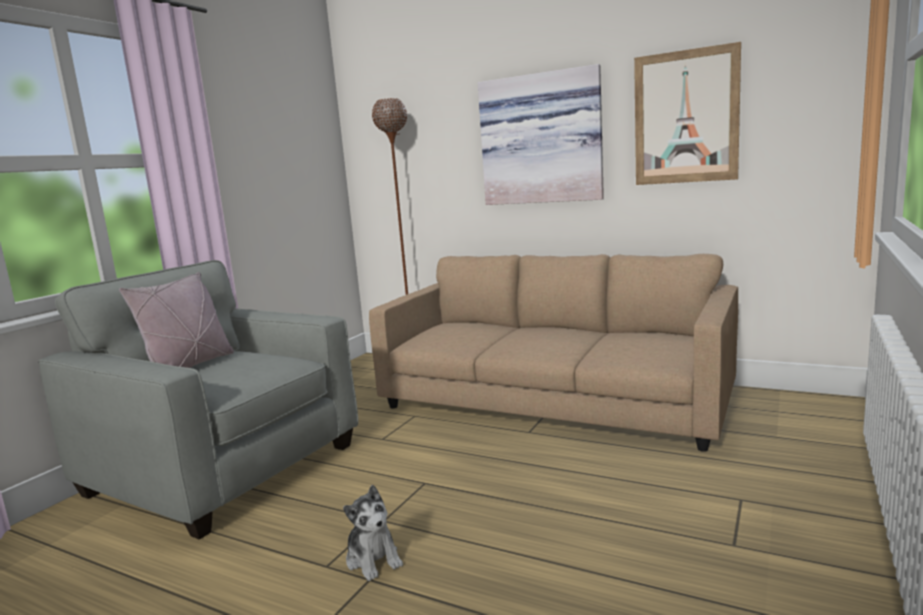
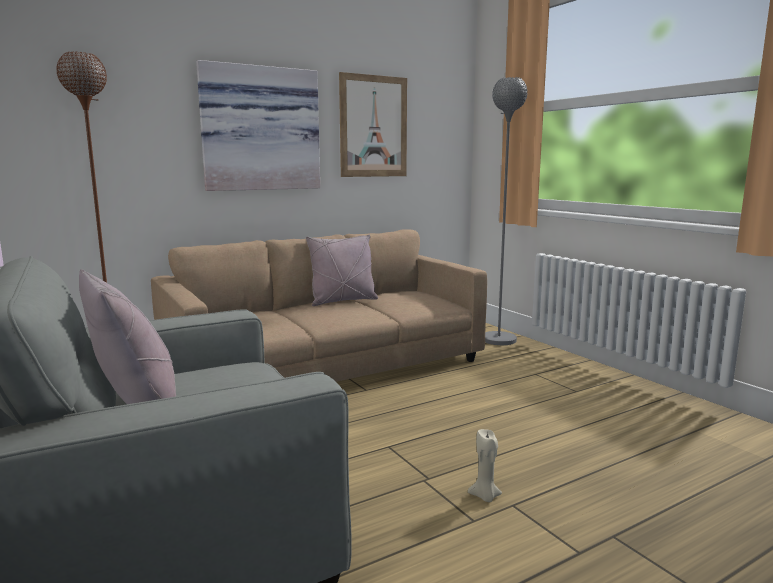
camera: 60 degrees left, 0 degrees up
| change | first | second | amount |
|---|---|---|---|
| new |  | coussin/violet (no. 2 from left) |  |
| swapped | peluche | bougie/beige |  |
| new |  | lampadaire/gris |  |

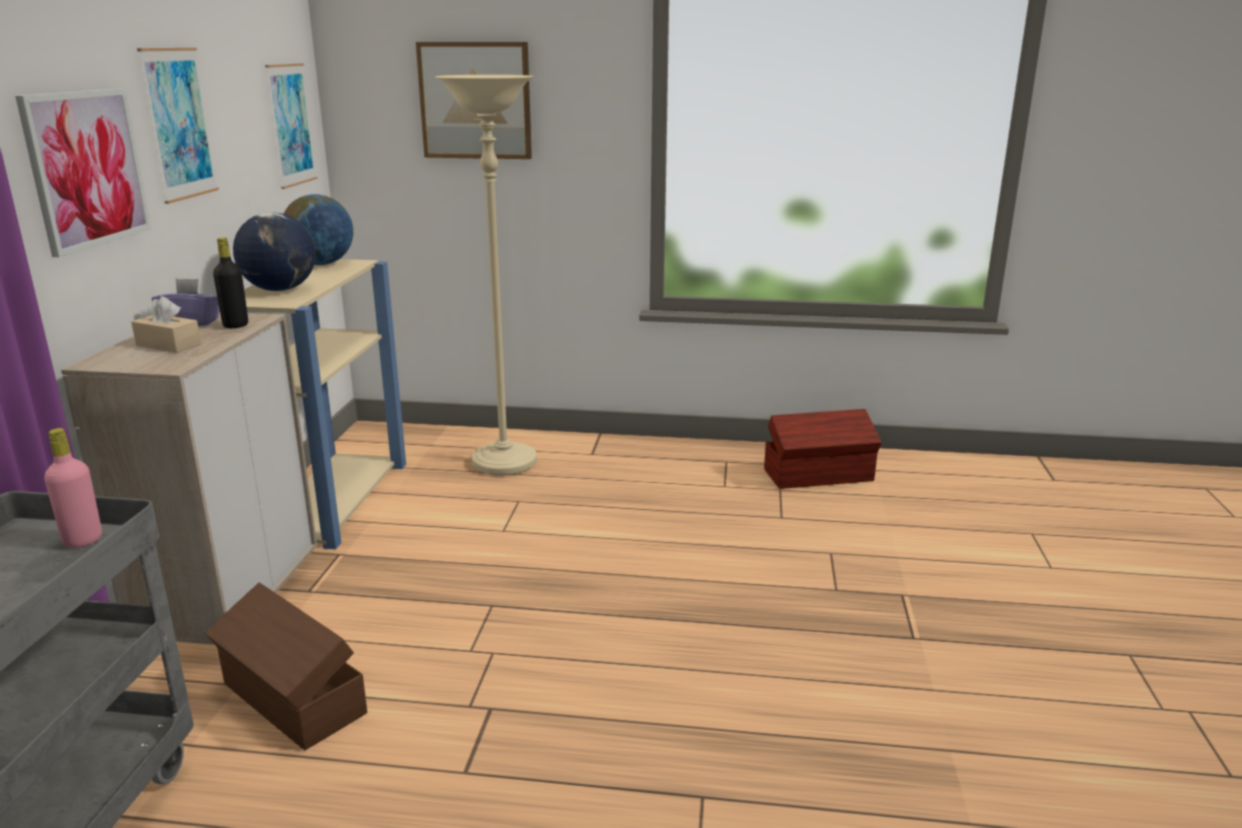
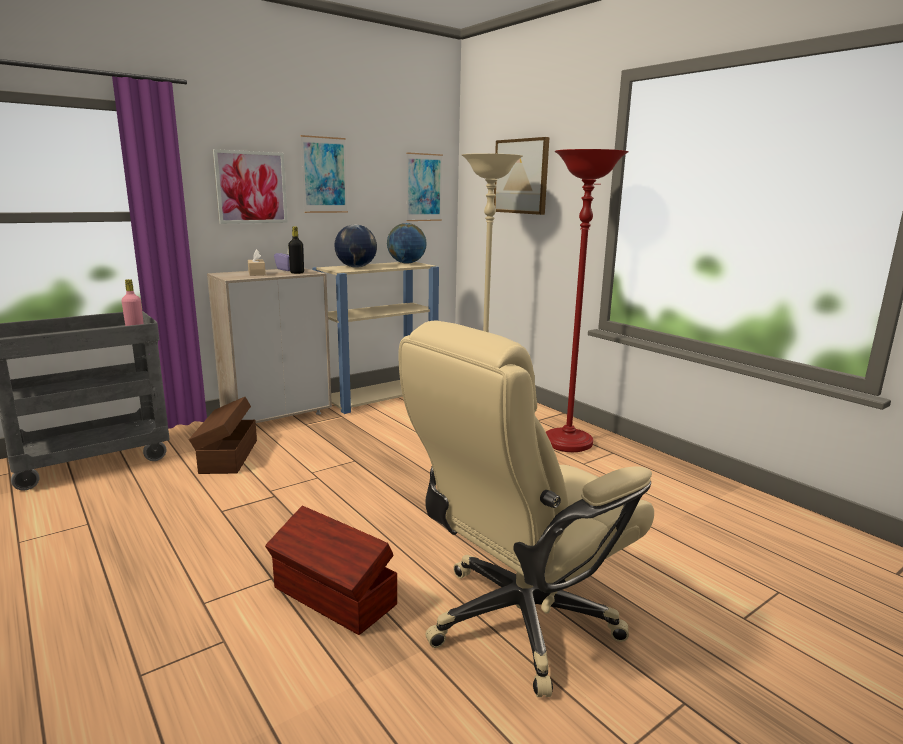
camera: 45 degrees right, 5 degrees down
| change | first | second | amount |
|---|---|---|---|
| shifted | boîte de rangement/marron (no. 2 from left) |  |  |
| new |  | chaise de bureau/beige |  |
| new |  | lampadaire/rouge |  |

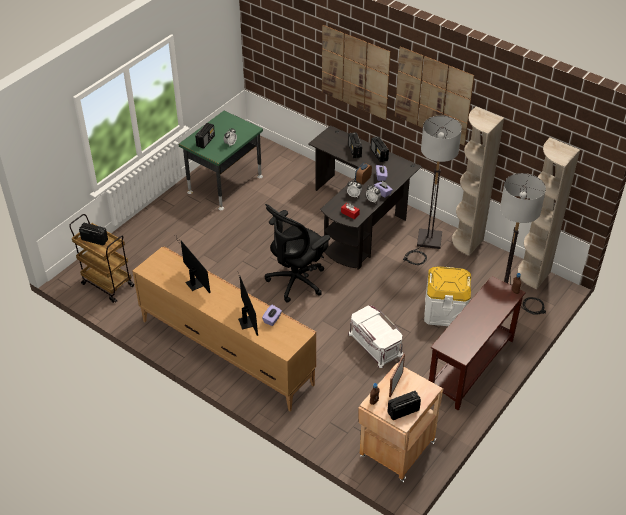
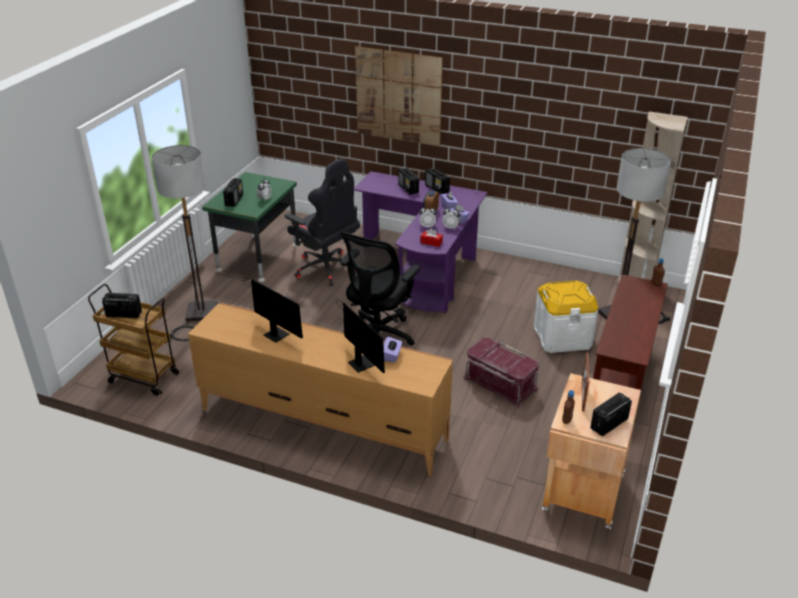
camera: 15 degrees left, 10 degrees down
| change | first | second | amount |
|---|---|---|---|
| shifted | lampadaire (no. 1 from left) |  |  |
| new |  | chaise de bureau/noir (no. 1 from left) |  |
| repainted | bureau/noir | bureau/violet |  |
| repainted | boîte de rangement/blanc (no. 1 from left) | boîte de rangement/rouge |  |
| gone | tableau (no. 2 from left) |  |  |
| gone | bibliothèque/beige (no. 1 from left) |  |  |

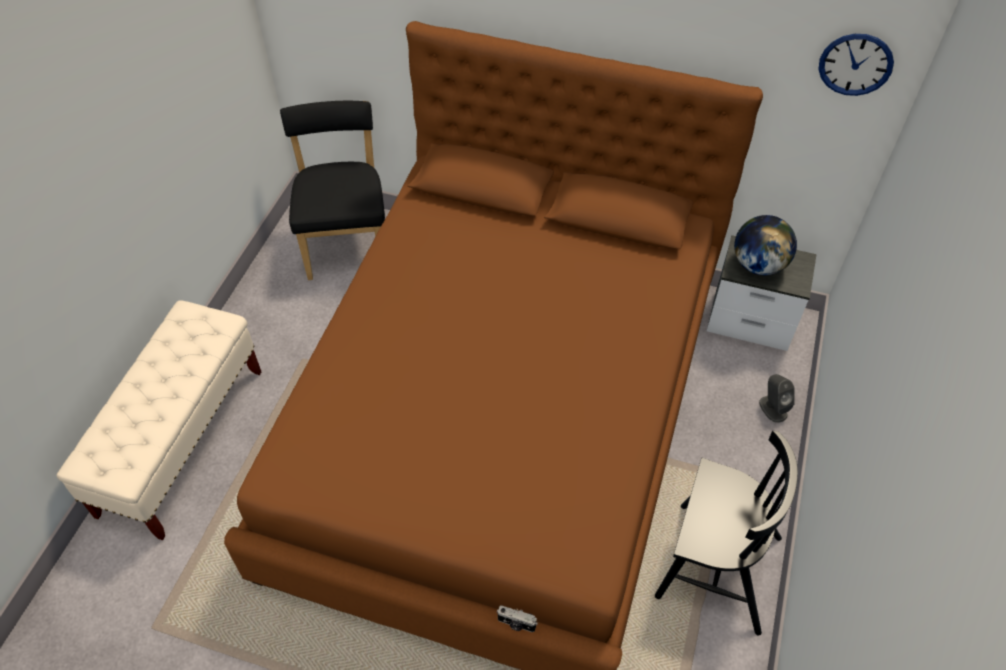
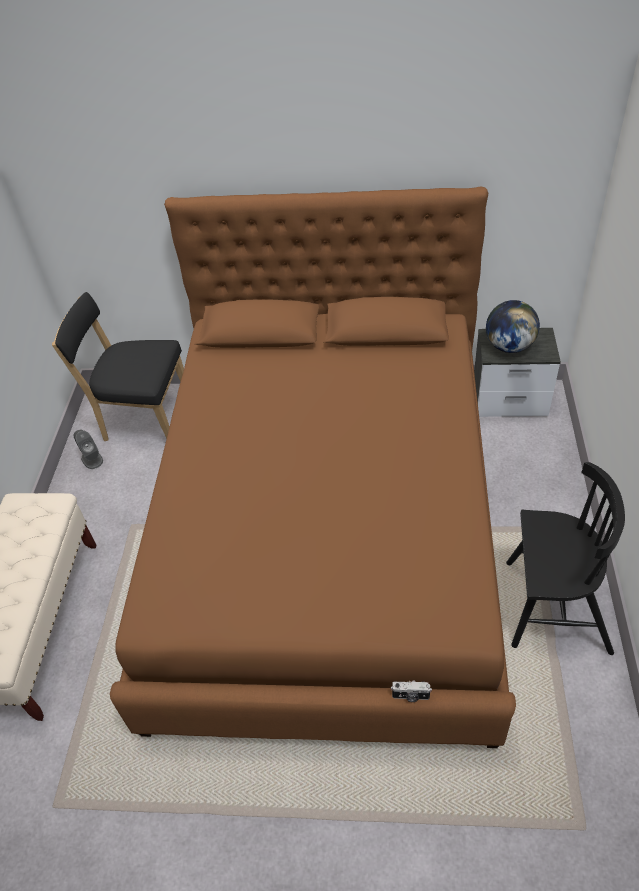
camera: 10 degrees left, 5 degrees down
| change | first | second | amount |
|---|---|---|---|
| rotated | chaise/noir (no. 1 from left) |  | 60 degrees counterclockwise |
| shifted | enceinte/gris |  |  |
| gone | horloge murale |  |  |

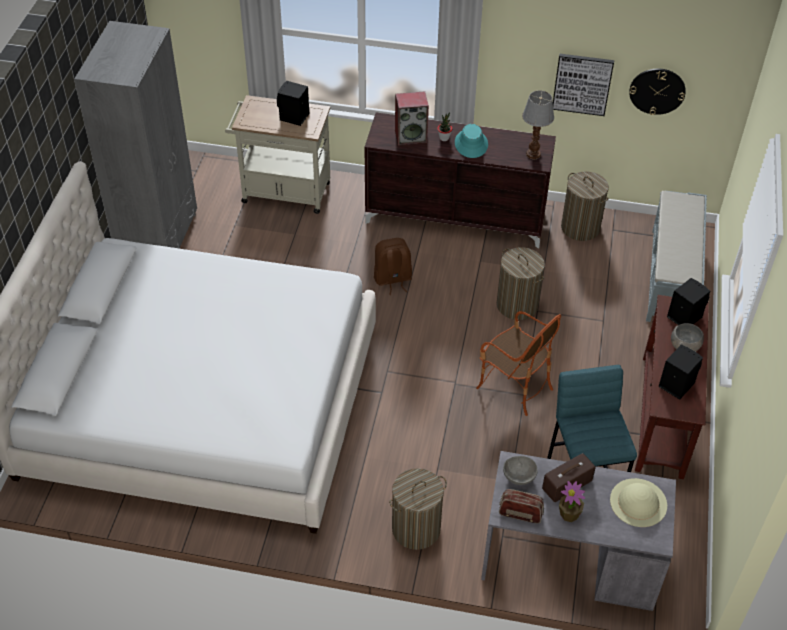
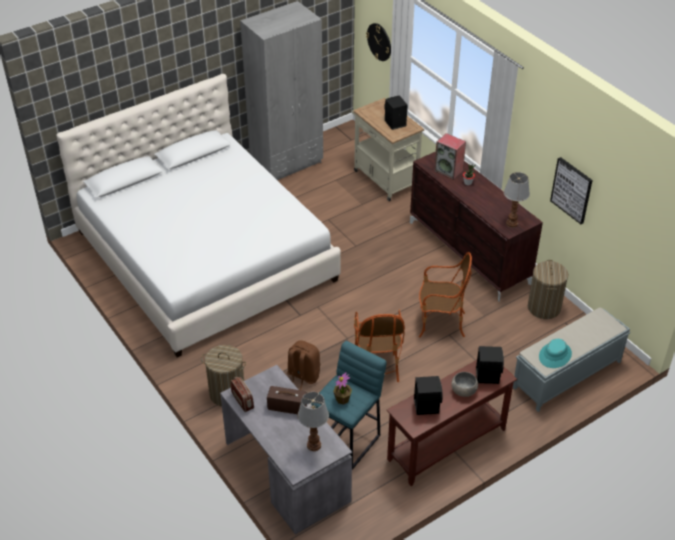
camera: 45 degrees right, 5 degrees down
| change | first | second | amount |
|---|---|---|---|
| shifted | sac à dos/marron |  |  |
| swapped | chapeau/beige | lampe de table (no. 1 from left) |  |
| shifted | plante en pot (no. 2 from left in the first image) | plante en pot (no. 1 from left) |  |
| shifted | horloge murale |  |  |
| swapped | panier à linge (no. 2 from left) | fauteuil (no. 2 from left) |  |
| shifted | chapeau/turquoise |  |  |
| gone | bol/gris (no. 1 from left) |  |  |

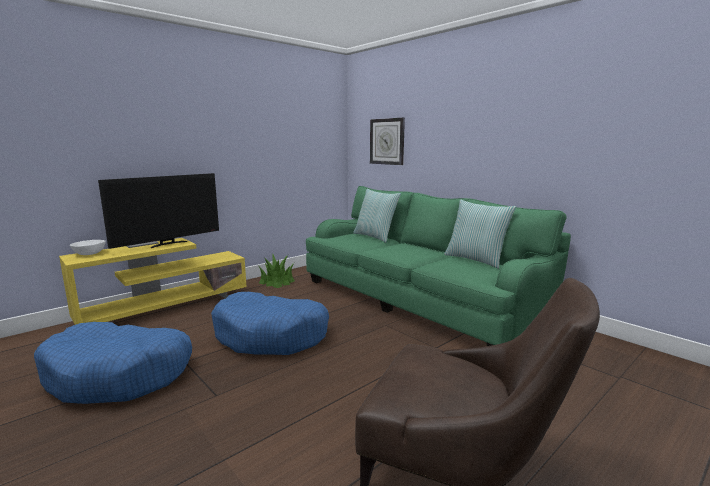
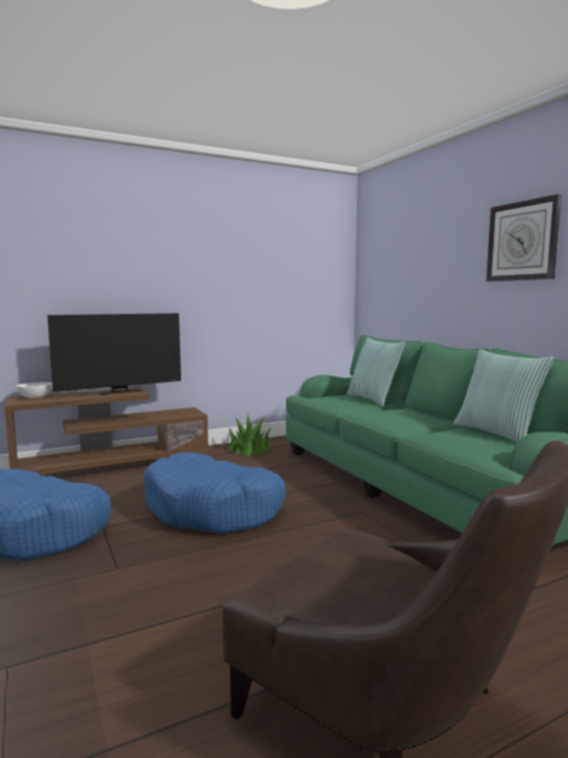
camera: 15 degrees right, 5 degrees down
| change | first | second | amount |
|---|---|---|---|
| repainted | meuble télé/jaune | meuble télé/marron |  |
| shifted | horloge murale |  |  |

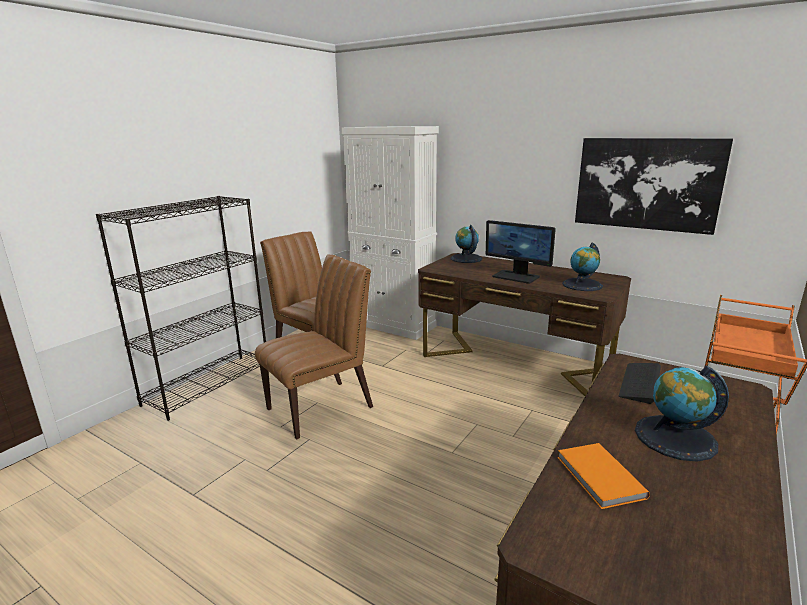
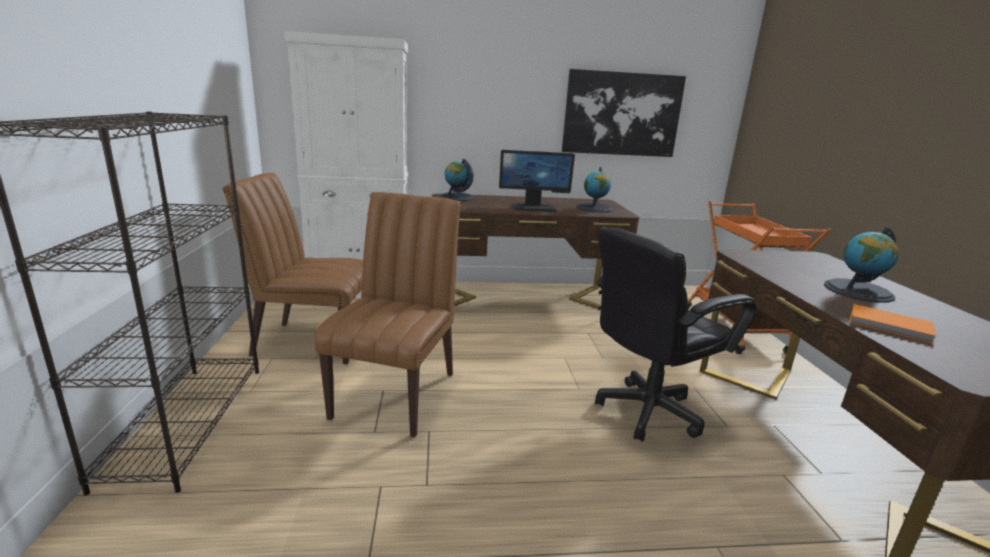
camera: 40 degrees left, 0 degrees up
| change | first | second | amount |
|---|---|---|---|
| new |  | chaise de bureau/noir |  |
| gone | clavier |  |  |

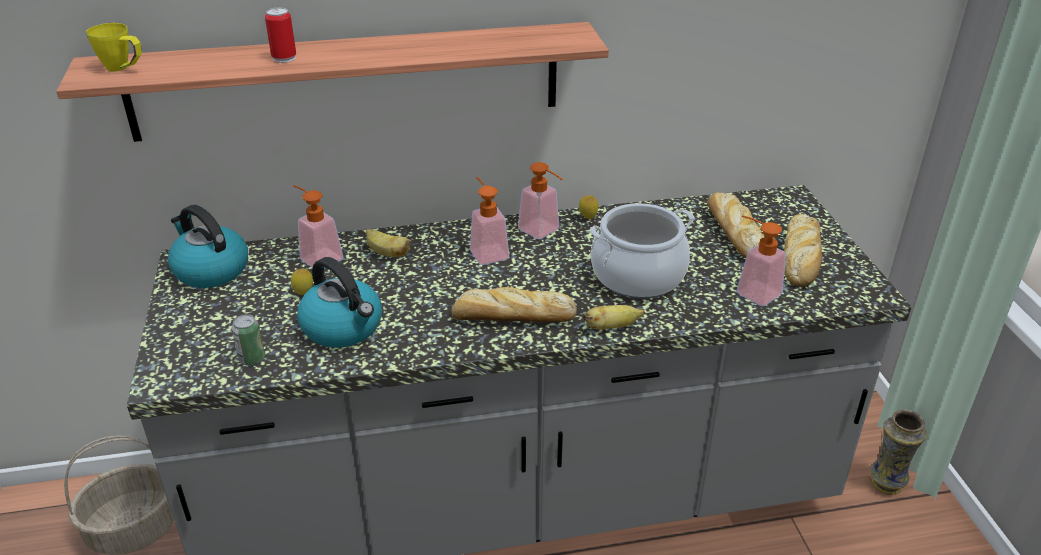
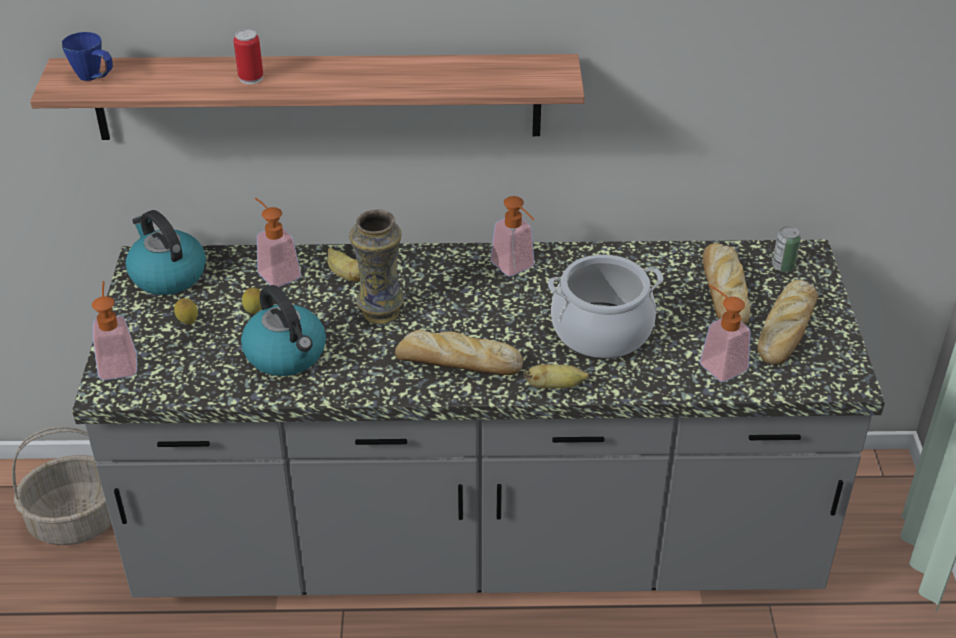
camera: 10 degrees right, 5 degrees up
| change | first | second | amount |
|---|---|---|---|
| repainted | mug/jaune | mug/bleu |  |
| shifted | distributeur de savon (no. 2 from left in the first image) | distributeur de savon (no. 1 from left) |  |
| shifted | citron (no. 2 from left in the first image) | citron (no. 1 from left) |  |
| shifted | vase |  |  |
| shifted | boîte métallique (no. 1 from left in the first image) | boîte métallique (no. 2 from left) |  |

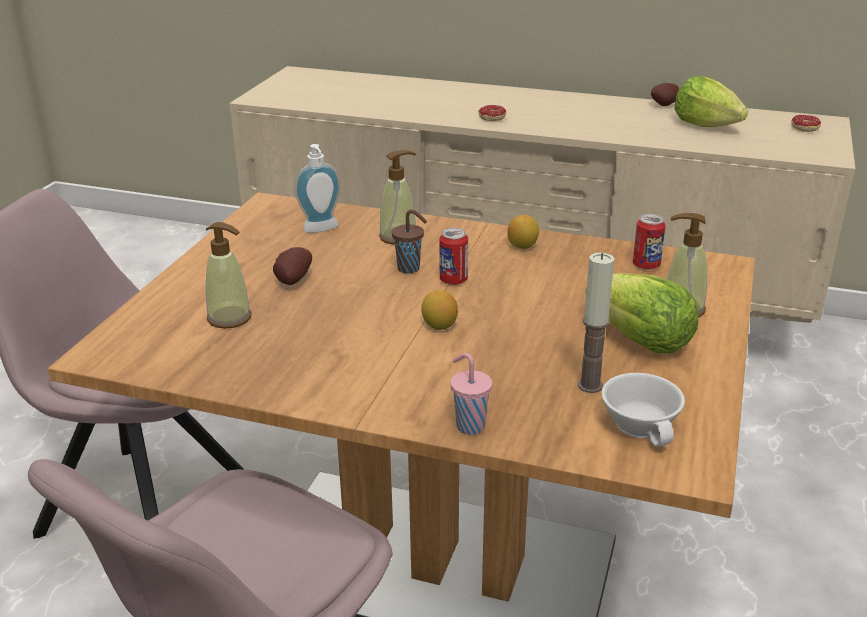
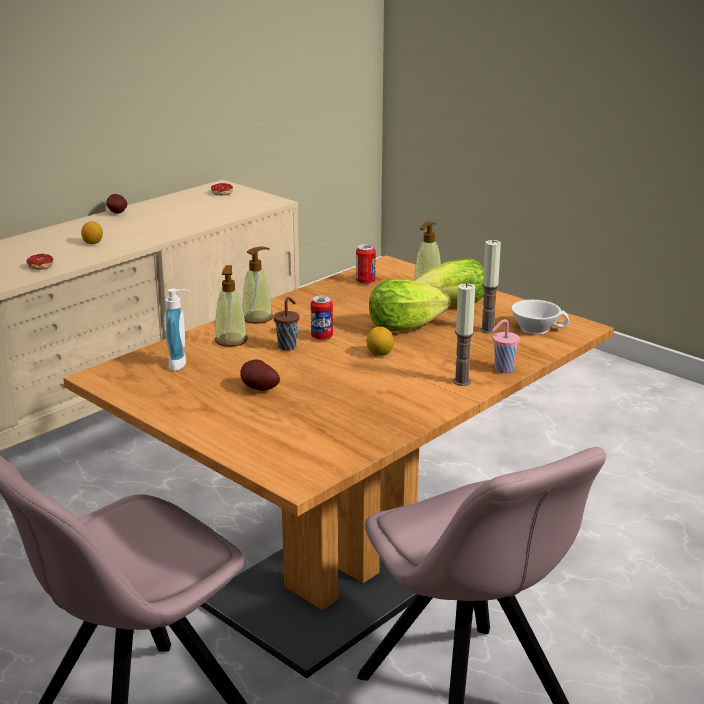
camera: 65 degrees left, 5 degrees down
| change | first | second | amount |
|---|---|---|---|
| shifted | citron (no. 2 from left in the first image) | citron (no. 1 from left) |  |
| shifted | distributeur de savon (no. 1 from left in the first image) | distributeur de savon (no. 3 from left) |  |
| shifted | laitue (no. 2 from left in the first image) | laitue (no. 1 from left) |  |
| new |  | bougie (no. 1 from left) |  |

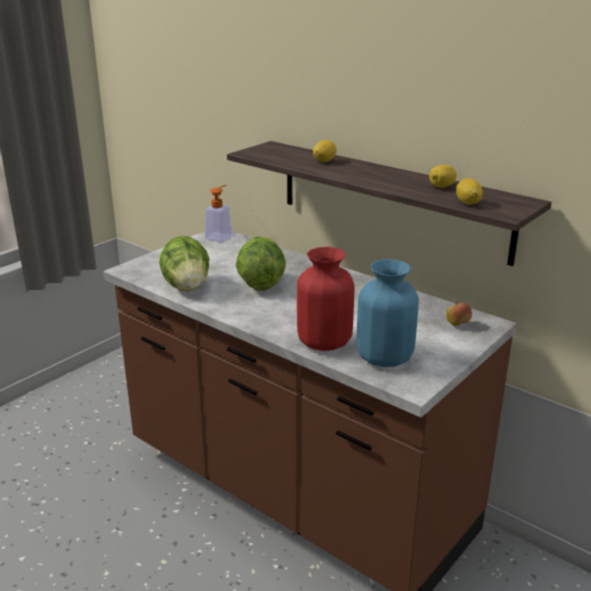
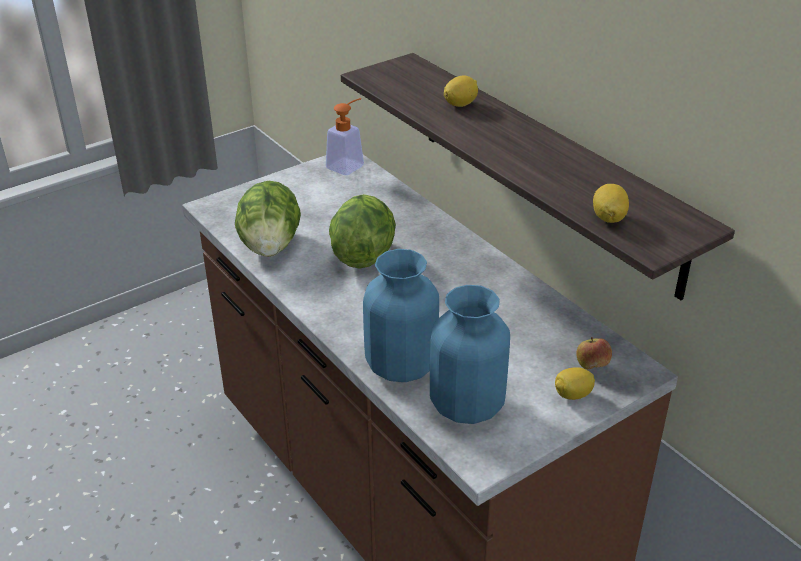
camera: 15 degrees right, 10 degrees up
| change | first | second | amount |
|---|---|---|---|
| repainted | vase/rouge | vase/bleu (no. 1 from left) |  |
| shifted | citron (no. 2 from left) |  |  |

